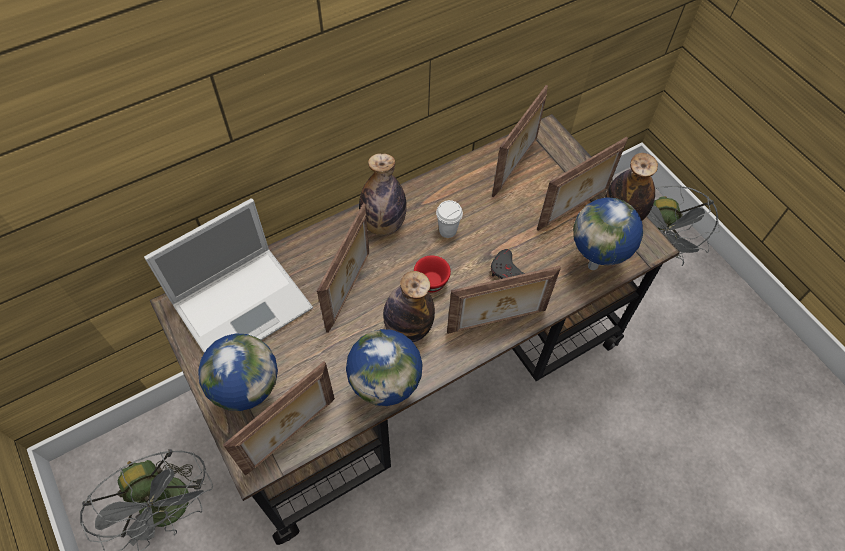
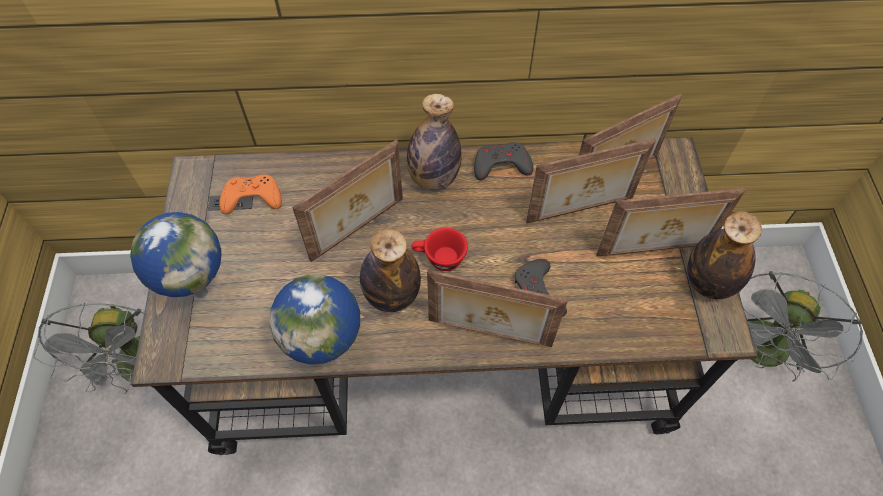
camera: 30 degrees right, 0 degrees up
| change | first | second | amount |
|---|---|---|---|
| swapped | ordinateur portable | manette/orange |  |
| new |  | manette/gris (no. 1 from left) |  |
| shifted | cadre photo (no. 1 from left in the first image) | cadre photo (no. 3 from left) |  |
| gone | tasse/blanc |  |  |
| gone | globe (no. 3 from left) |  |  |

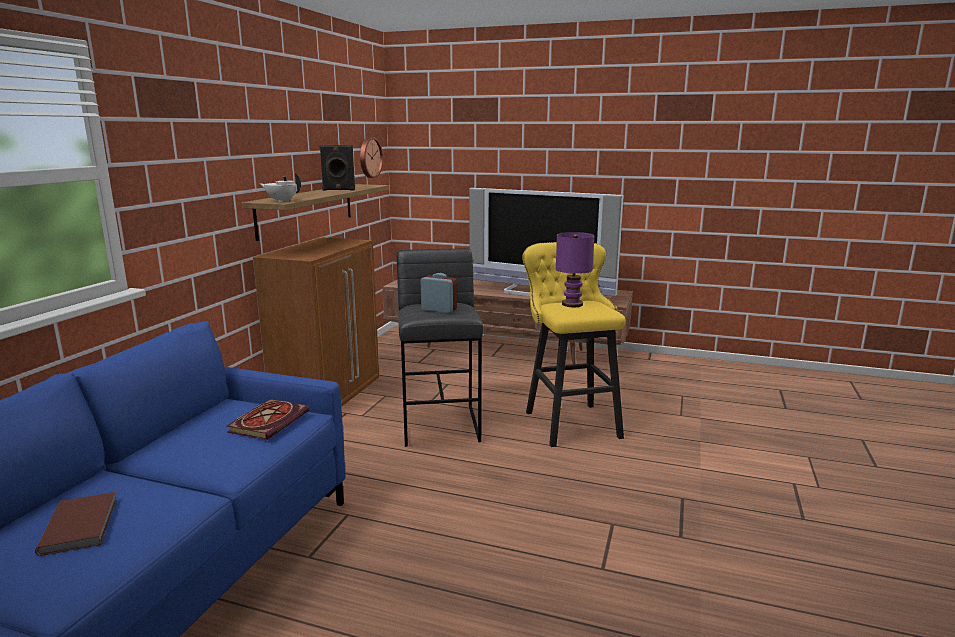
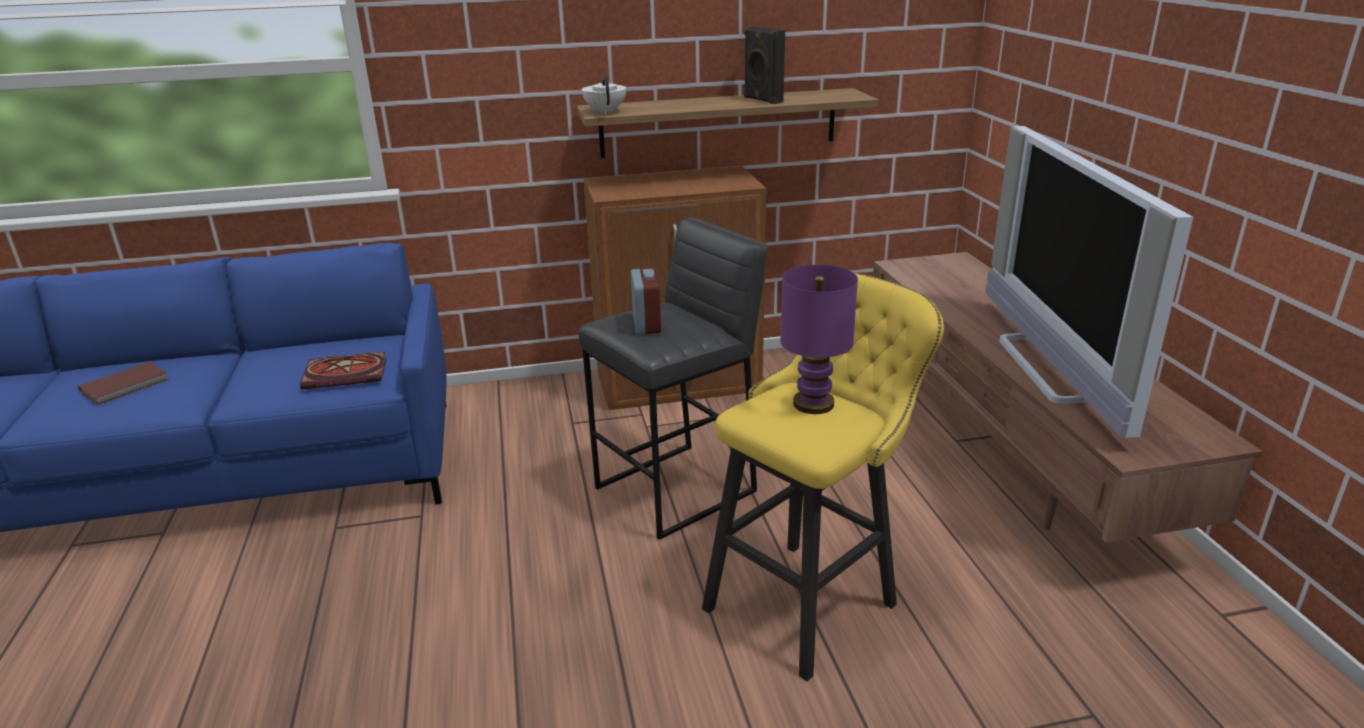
camera: 60 degrees right, 10 degrees up
| change | first | second | amount |
|---|---|---|---|
| gone | horloge murale |  |  |

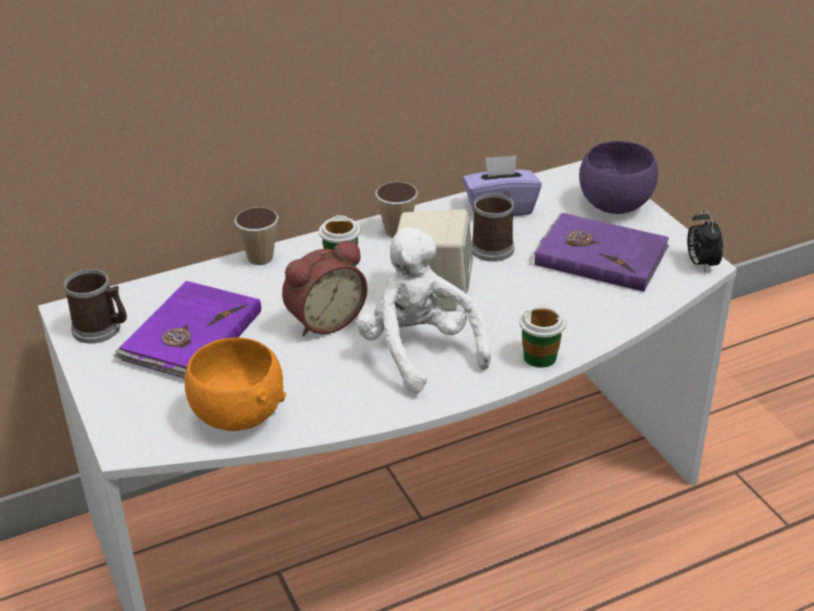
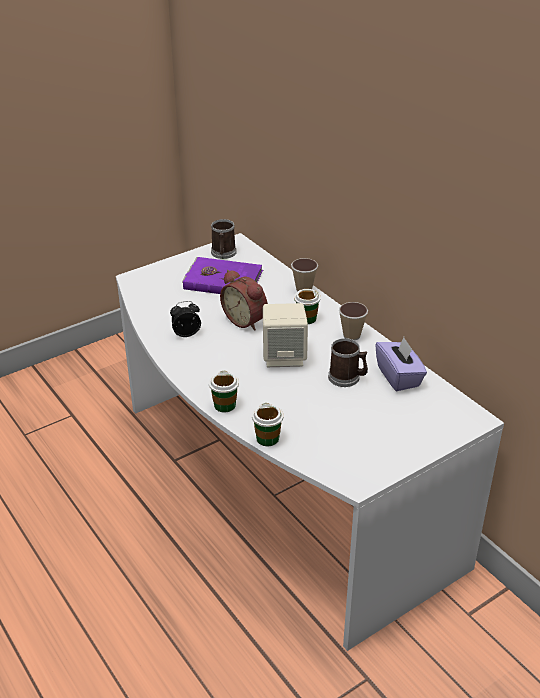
camera: 80 degrees right, 0 degrees up
| change | first | second | amount |
|---|---|---|---|
| shifted | réveil (no. 2 from left in the first image) | réveil (no. 1 from left) |  |
| new |  | tasse (no. 2 from left) |  |
| gone | bol/orange |  |  |
| gone | peluche/blanc |  |  |
| gone | livre/violet (no. 2 from left) |  |  |
| gone | bol/violet |  |  |

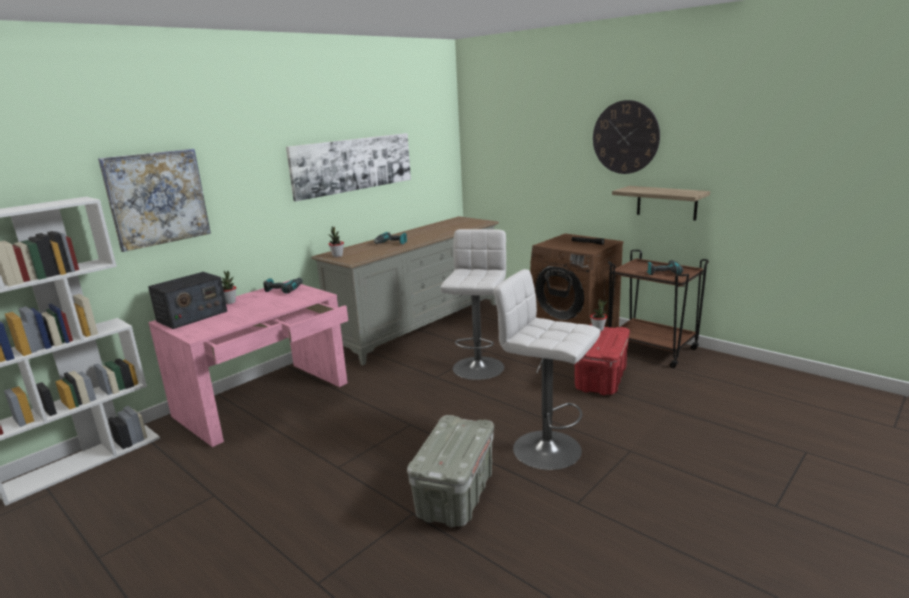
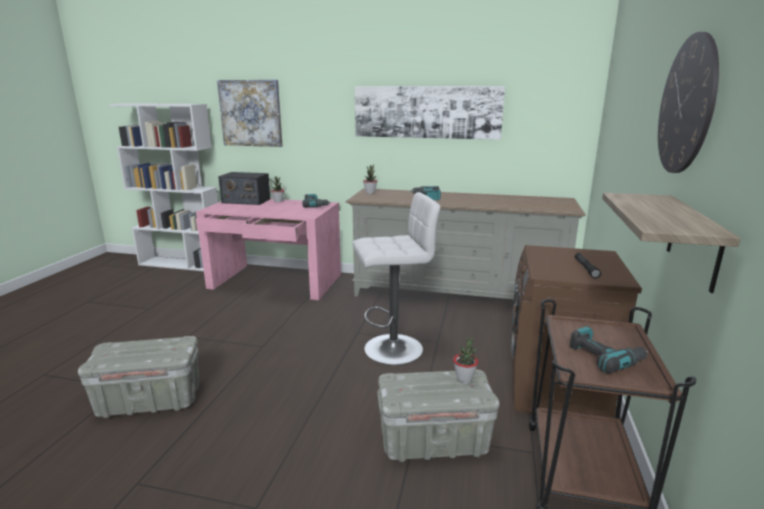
camera: 60 degrees right, 0 degrees up
| change | first | second | amount |
|---|---|---|---|
| repainted | boîte de rangement/rouge | boîte de rangement/gris (no. 2 from left) |  |
| gone | tabouret/blanc (no. 2 from left) |  |  |

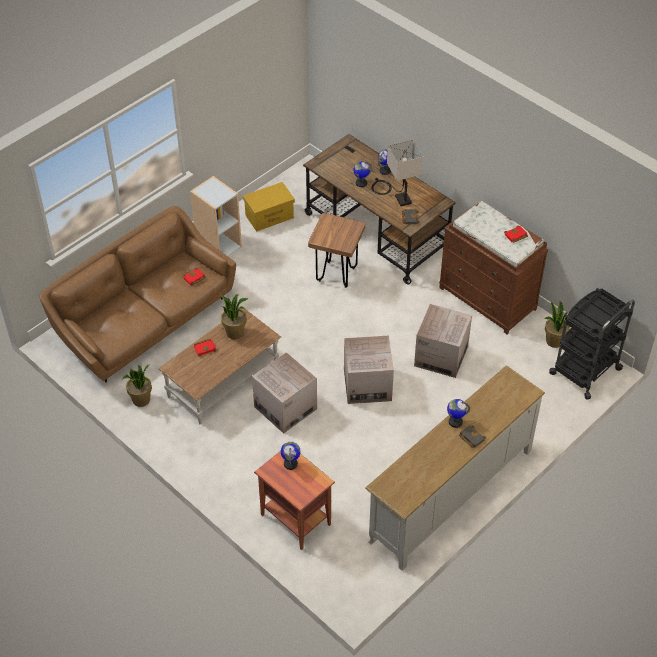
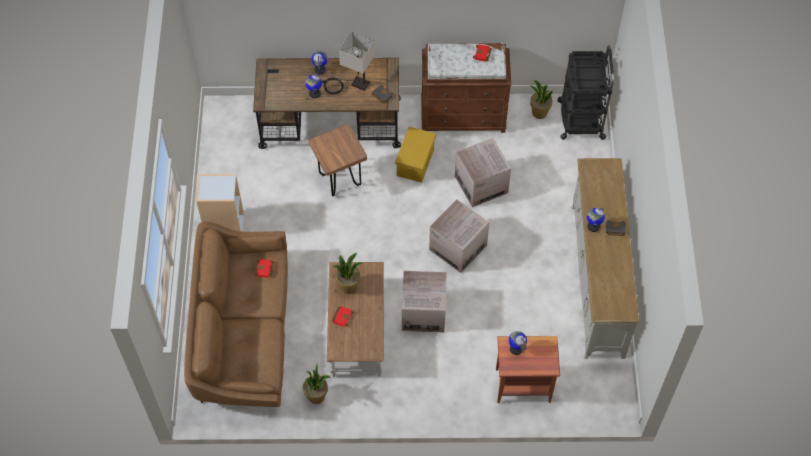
camera: 45 degrees left, 10 degrees up
| change | first | second | amount |
|---|---|---|---|
| shifted | boîte de rangement/jaune |  |  |

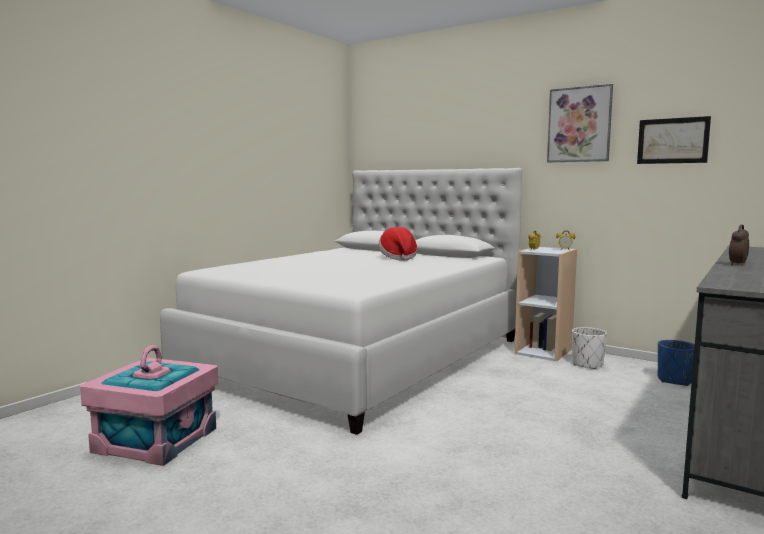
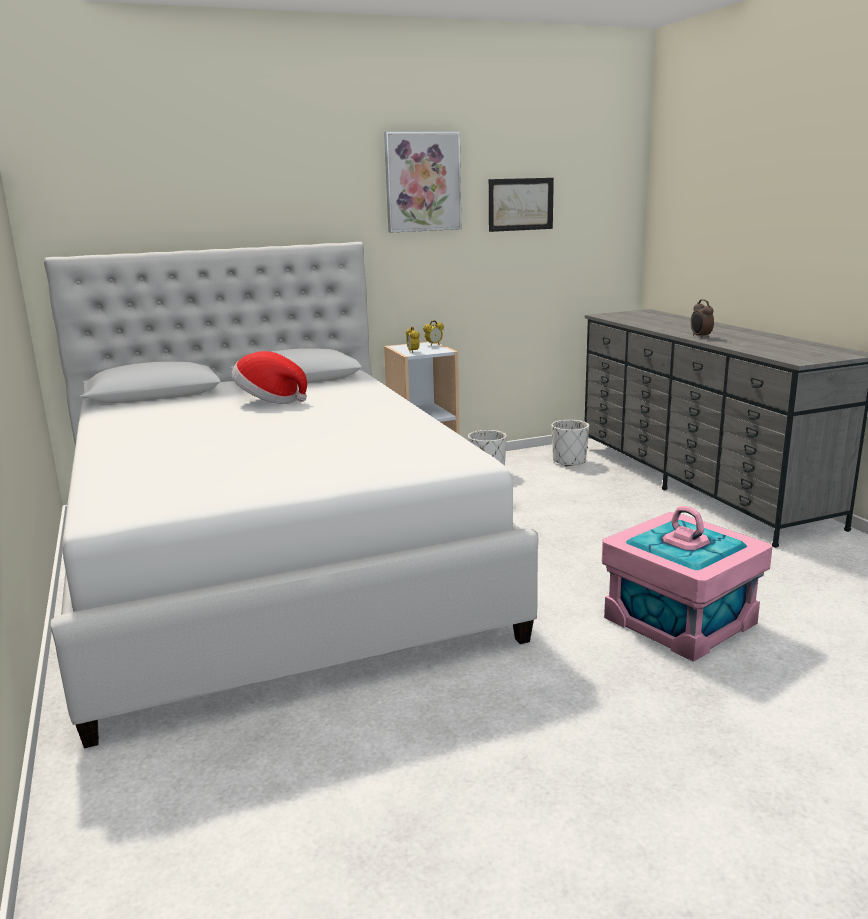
camera: 55 degrees left, 10 degrees up
| change | first | second | amount |
|---|---|---|---|
| repainted | cache-pot/bleu | cache-pot/blanc (no. 2 from left) |  |
| shifted | boîte de rangement/rose |  |  |

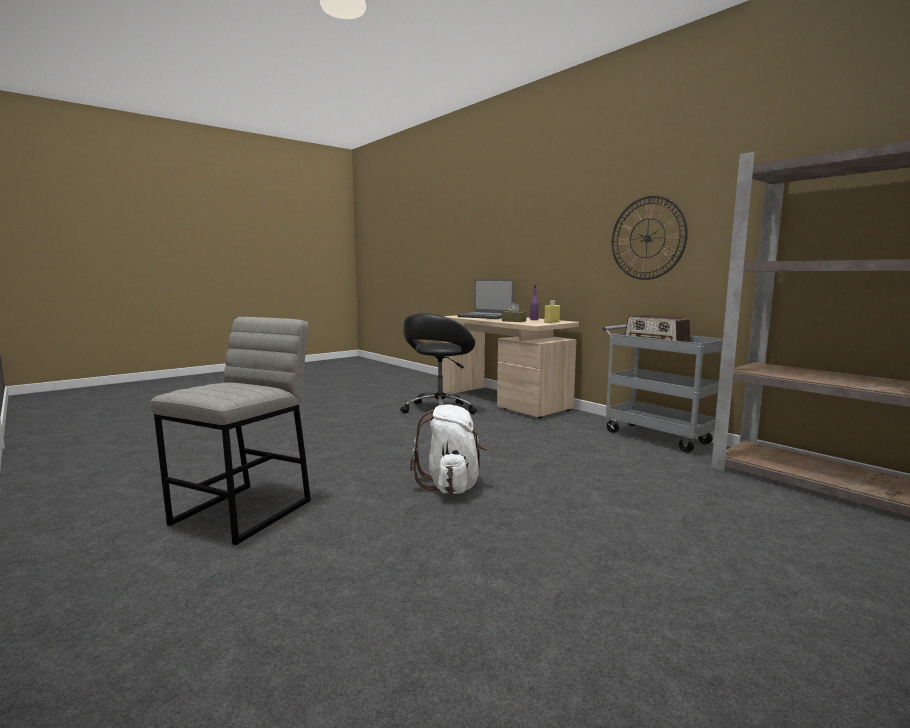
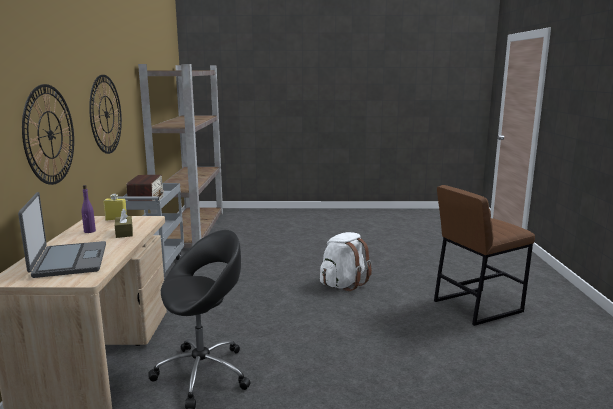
camera: 140 degrees left, 5 degrees up
| change | first | second | amount |
|---|---|---|---|
| new |  | horloge murale (no. 1 from left) |  |
| repainted | chaise/gris | chaise/marron |  |

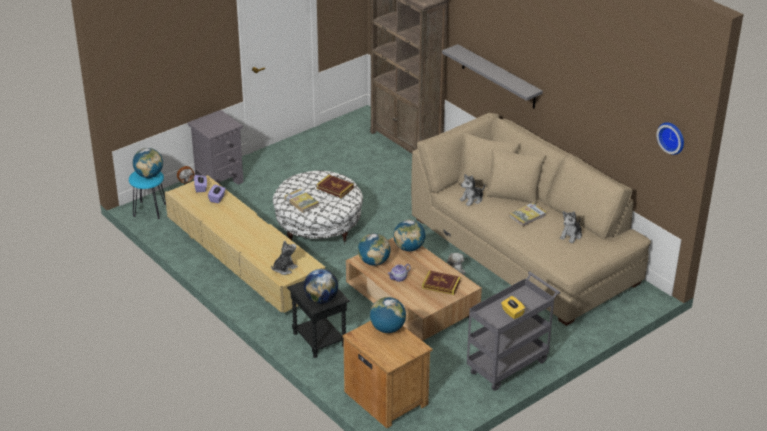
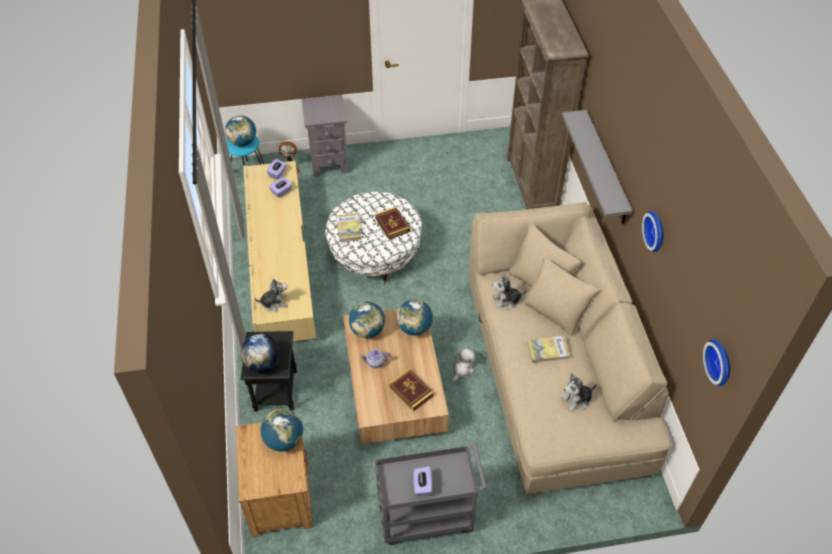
camera: 30 degrees right, 15 degrees up
| change | first | second | amount |
|---|---|---|---|
| repainted | boîte à mouchoirs/jaune | boîte à mouchoirs/violet (no. 3 from left) |  |
| new |  | horloge murale (no. 1 from left) |  |

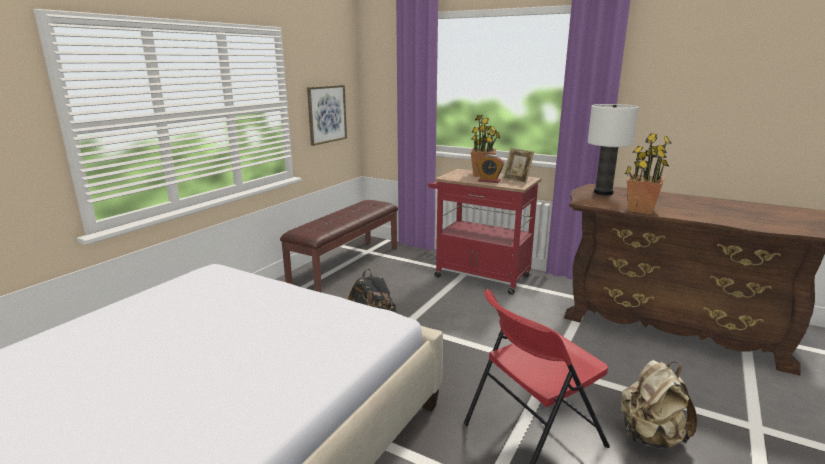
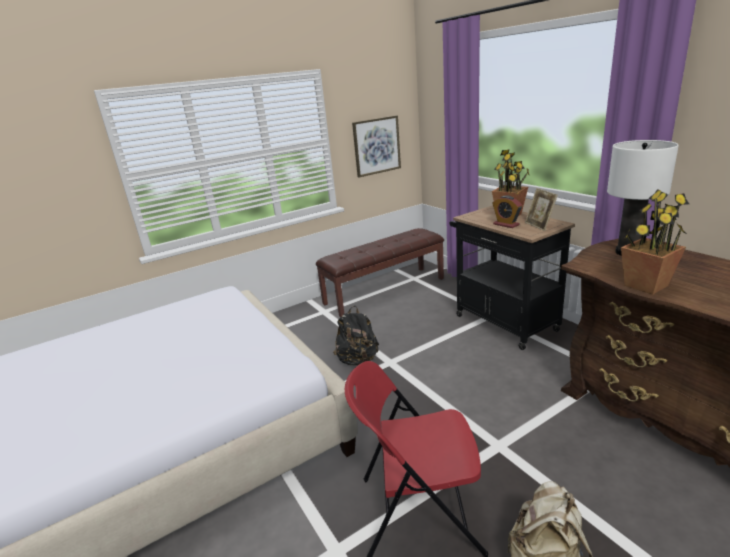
camera: 30 degrees right, 5 degrees up
| change | first | second | amount |
|---|---|---|---|
| repainted | chariot/rouge | chariot/noir |  |

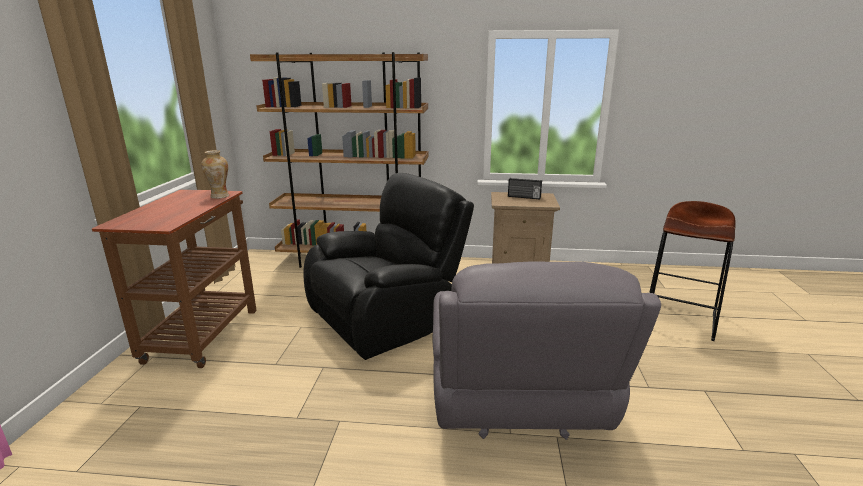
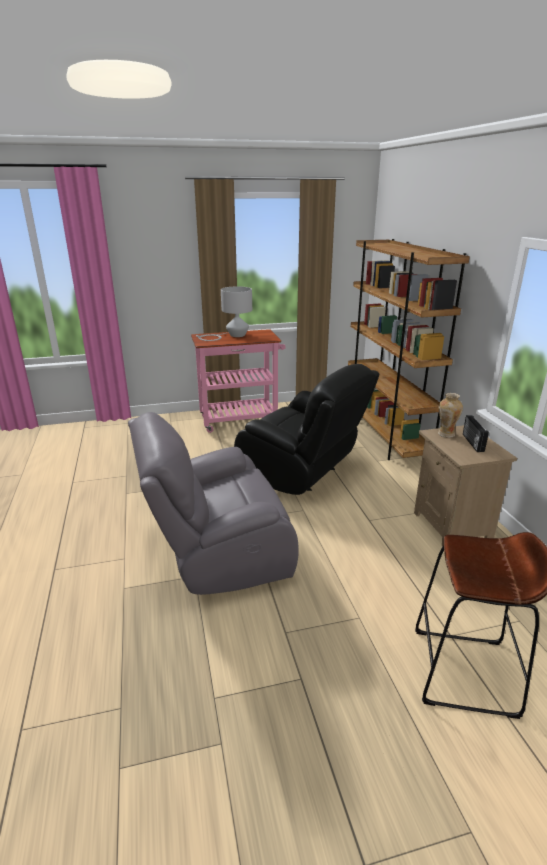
camera: 70 degrees right, 5 degrees up
| change | first | second | amount |
|---|---|---|---|
| repainted | chariot/marron | chariot/rose |  |
| new |  | lampe de table/blanc |  |
| shifted | vase |  |  |

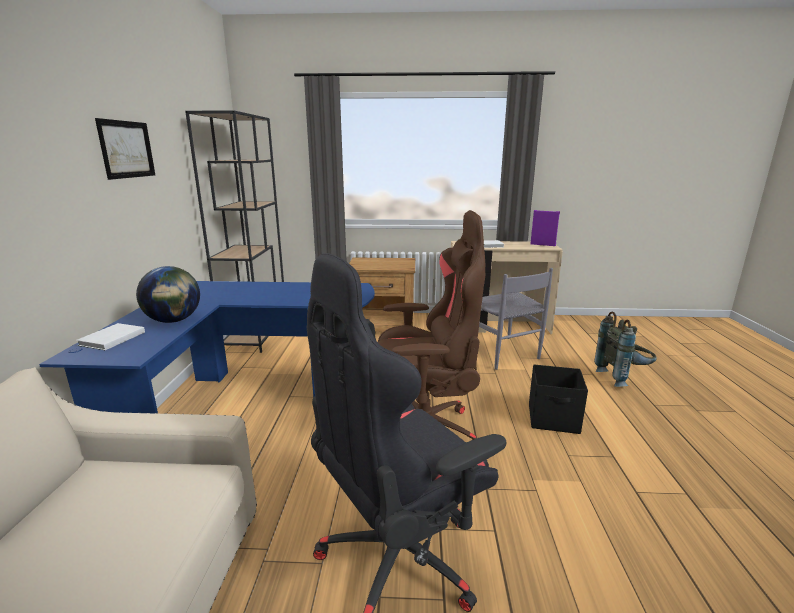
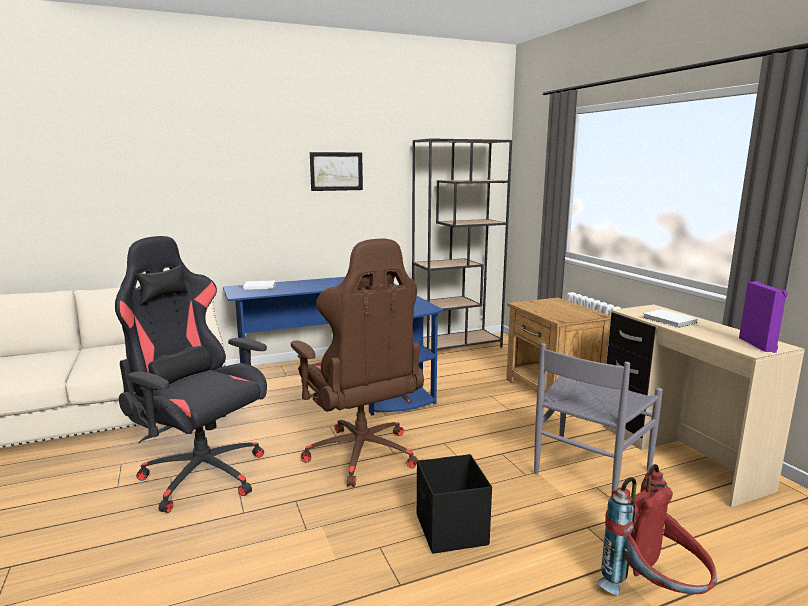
camera: 65 degrees right, 5 degrees down
| change | first | second | amount |
|---|---|---|---|
| repainted | sac à dos/gris | sac à dos/rouge |  |
| gone | globe |  |  |

